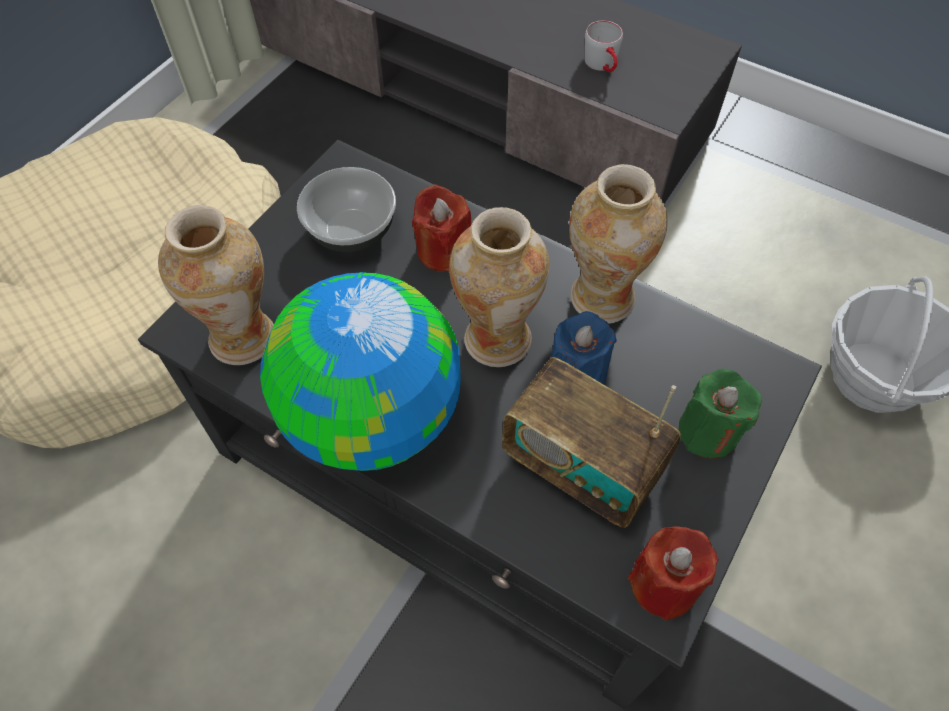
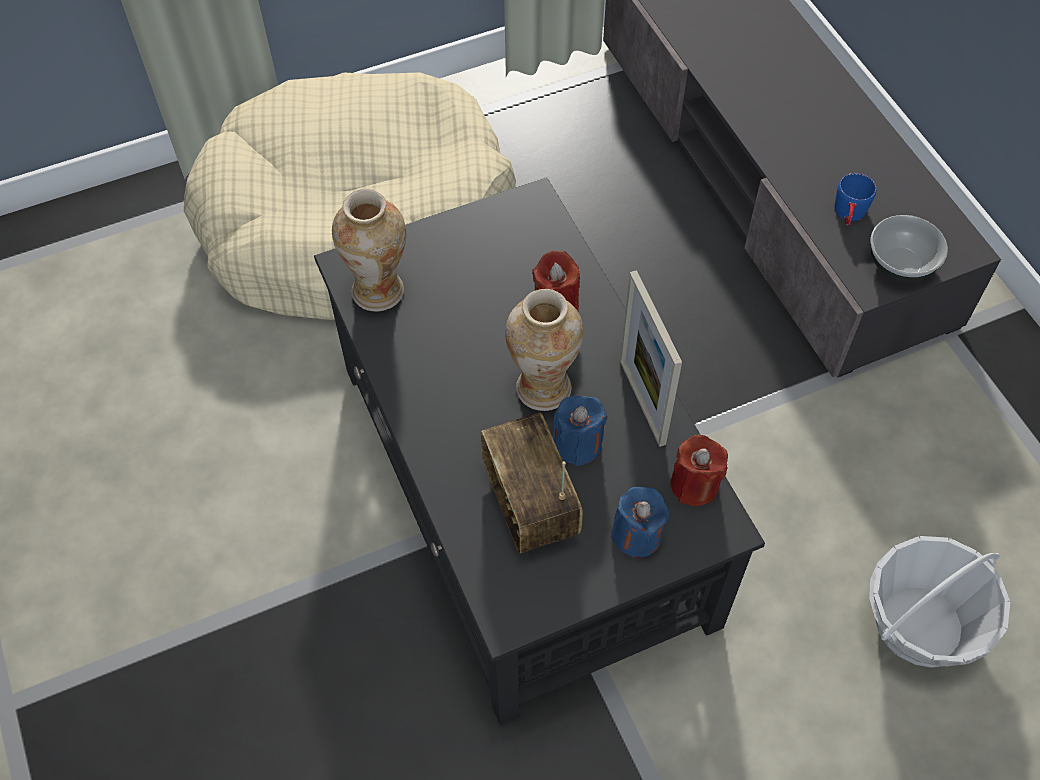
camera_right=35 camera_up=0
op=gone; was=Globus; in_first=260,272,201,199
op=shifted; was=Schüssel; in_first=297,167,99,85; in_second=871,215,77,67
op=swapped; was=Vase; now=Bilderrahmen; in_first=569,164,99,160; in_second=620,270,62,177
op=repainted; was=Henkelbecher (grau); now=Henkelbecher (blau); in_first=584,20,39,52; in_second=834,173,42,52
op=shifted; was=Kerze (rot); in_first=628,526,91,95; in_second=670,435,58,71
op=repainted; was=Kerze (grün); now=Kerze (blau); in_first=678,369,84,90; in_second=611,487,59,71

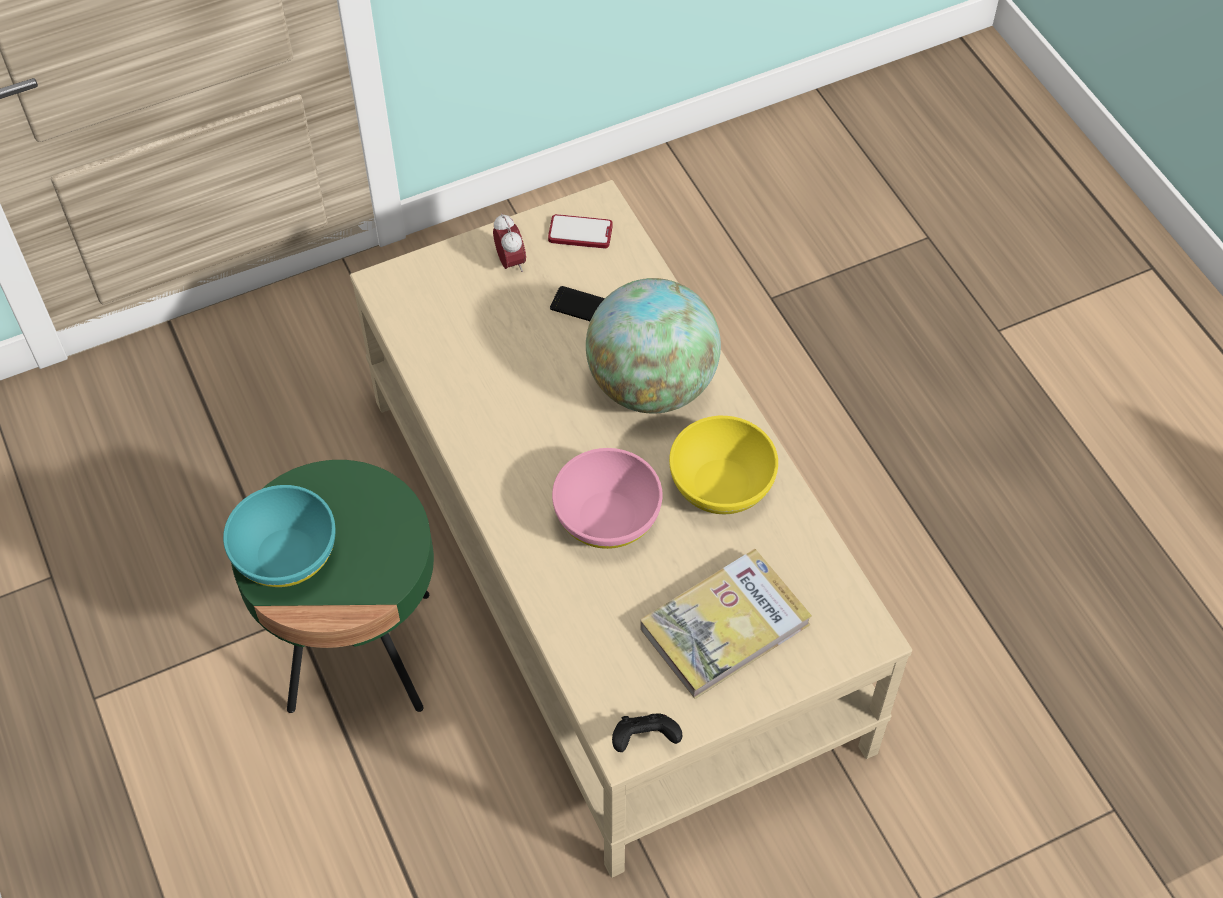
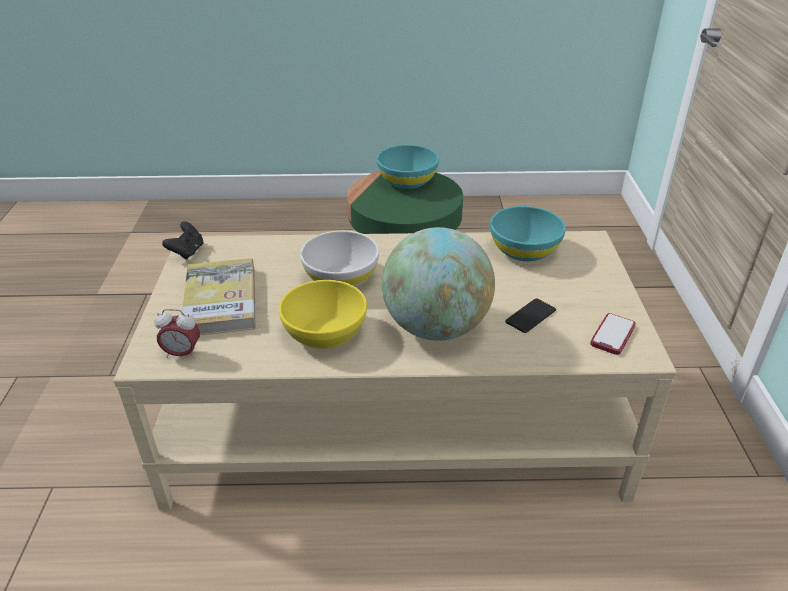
camera_right=115 camera_up=-20
op=shifted; was=Wecker; in_first=493,213,33,59; in_second=155,309,45,50
op=repainted; was=Schüssel (rosa); now=Schüssel (weiß); in_first=552,448,110,101; in_second=300,231,79,56
op=new; now=Schüssel (türkis); in_second=490,206,76,55

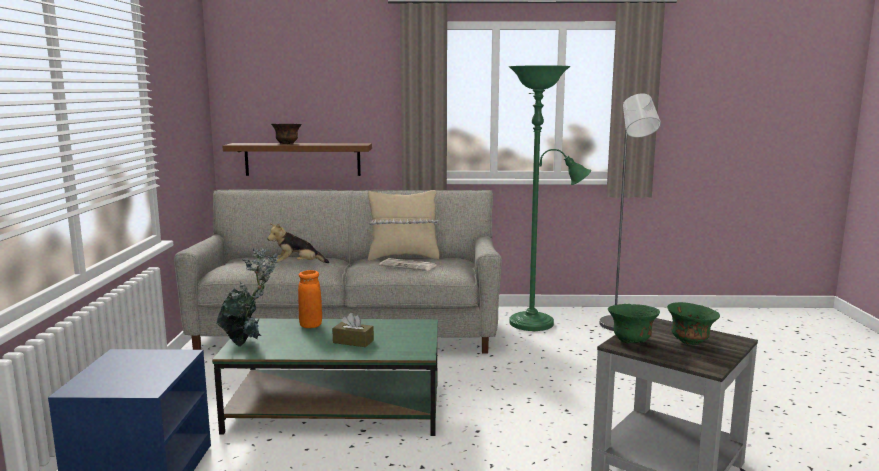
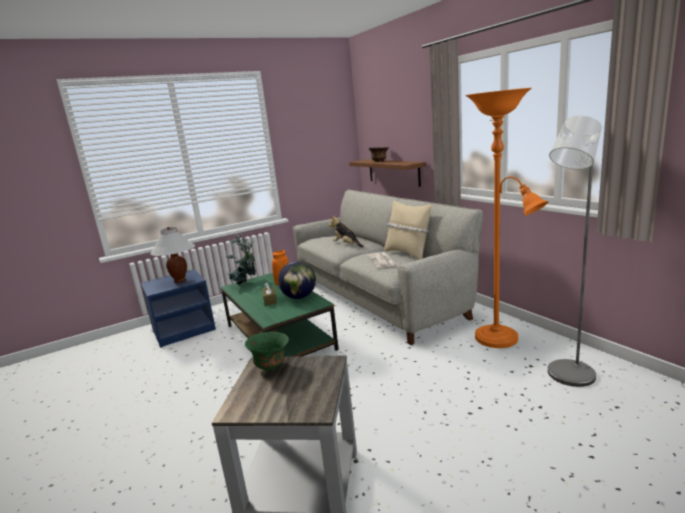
camera_right=60 camera_up=5
op=repainted; was=Stehlampe (grün); now=Stehlampe (orange); in_first=509,65,82,266; in_second=465,88,83,260
op=gone; was=Schüssel (grün); in_first=667,302,53,43
op=new; now=Tischlampe (weiß); in_second=150,227,45,56
op=new; now=Globus; in_second=278,261,38,38

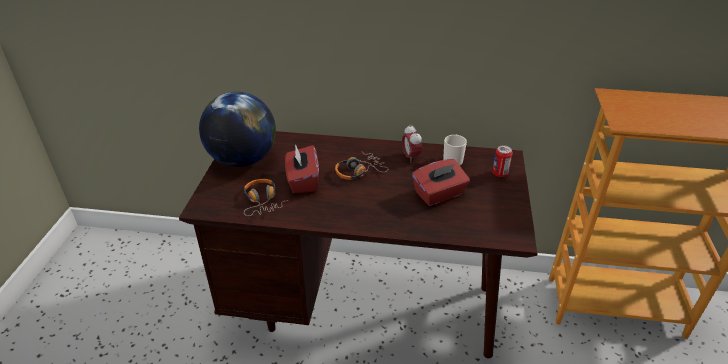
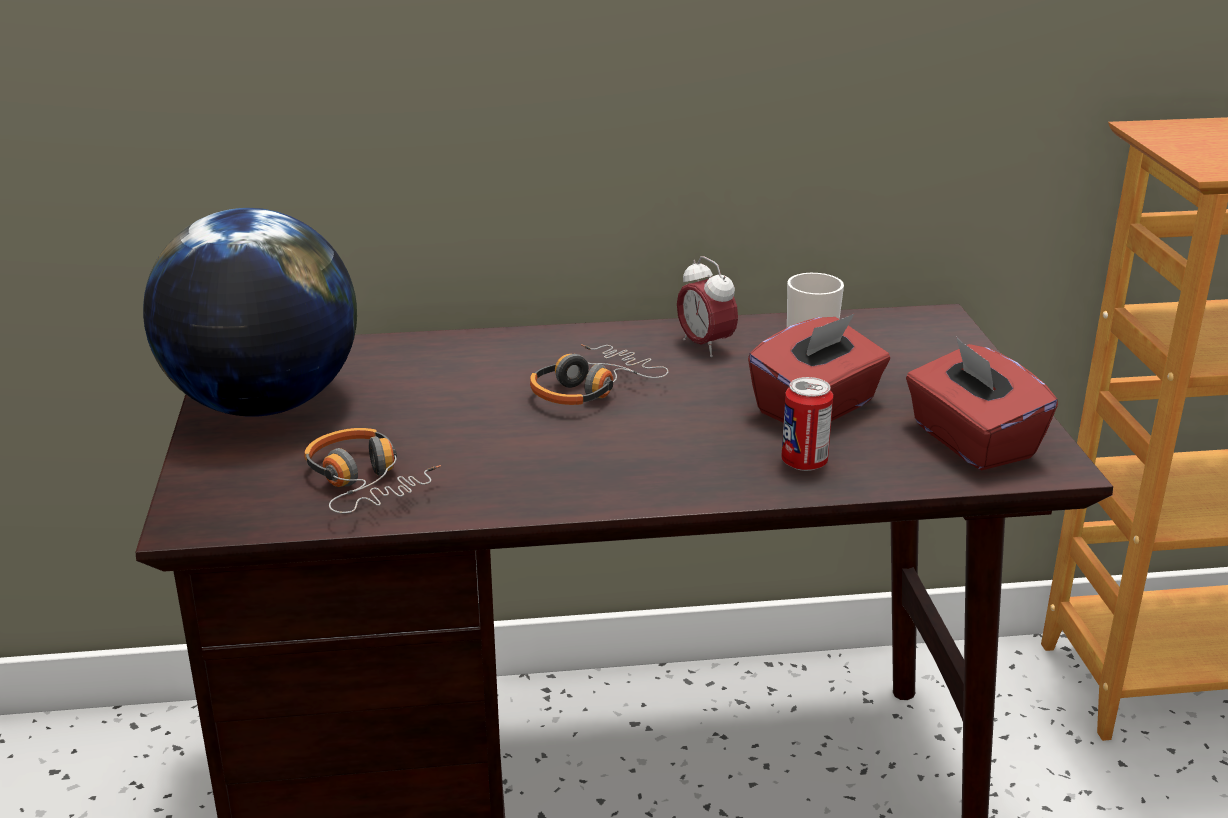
camera_right=-15 camera_up=-10
op=shifted; was=Taschentuchbox (rot); in_first=285,144,34,49; in_second=906,337,152,133
op=shifted; was=Dose; in_first=492,145,21,32; in_second=781,377,52,94

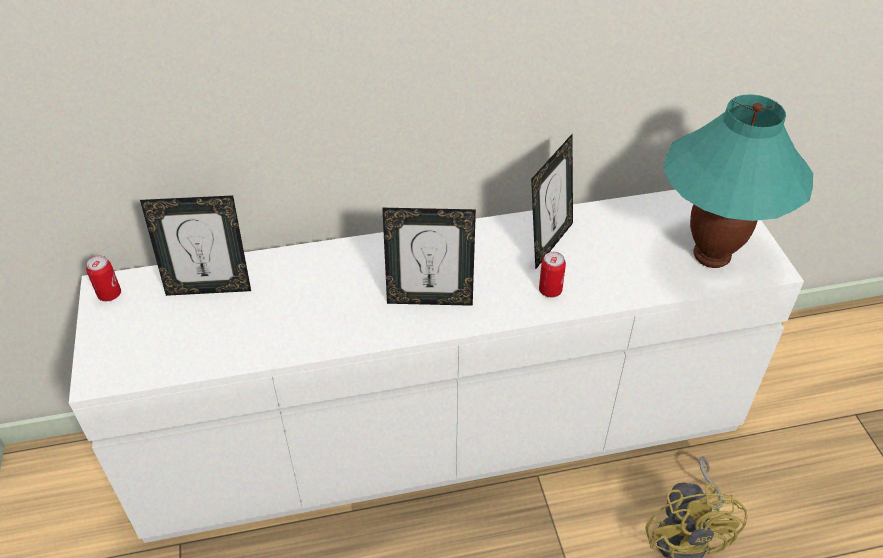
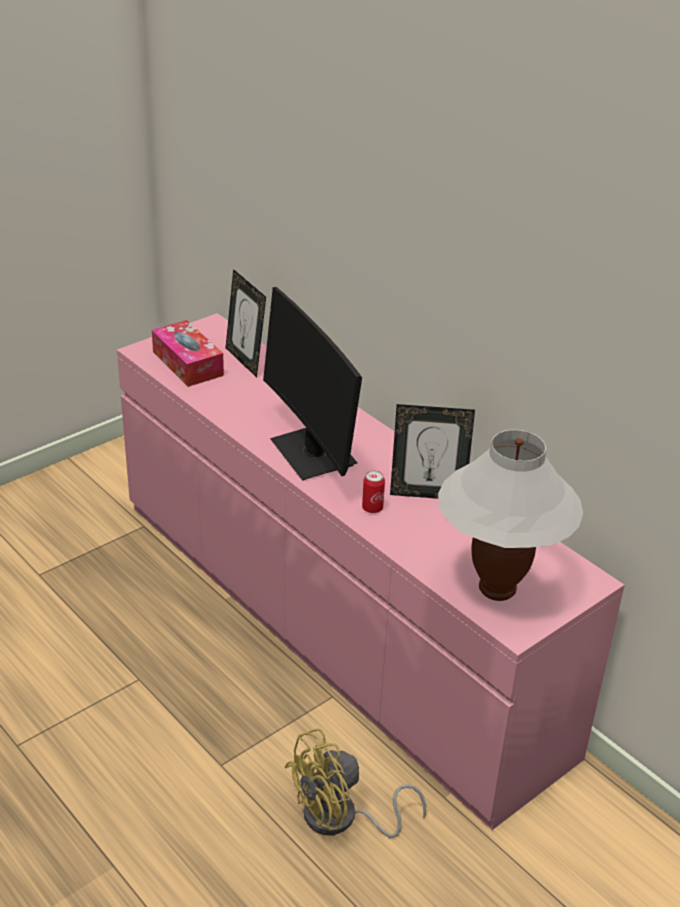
camera_right=60 camera_up=-10
op=repainted; was=Kommode (weiß); now=Kommode (rosa); in_first=69,190,735,353; in_second=117,313,507,517
op=gone; was=Dose; in_first=86,256,35,45
op=swapped; was=Bilderrahmen; now=Monitor; in_first=382,208,94,98; in_second=263,287,99,194
op=repainted; was=Tischlampe (türkis); now=Tischlampe (weiß); in_first=663,94,150,174; in_second=438,430,145,171
op=new; now=Taschentuchbox; in_second=152,320,72,67

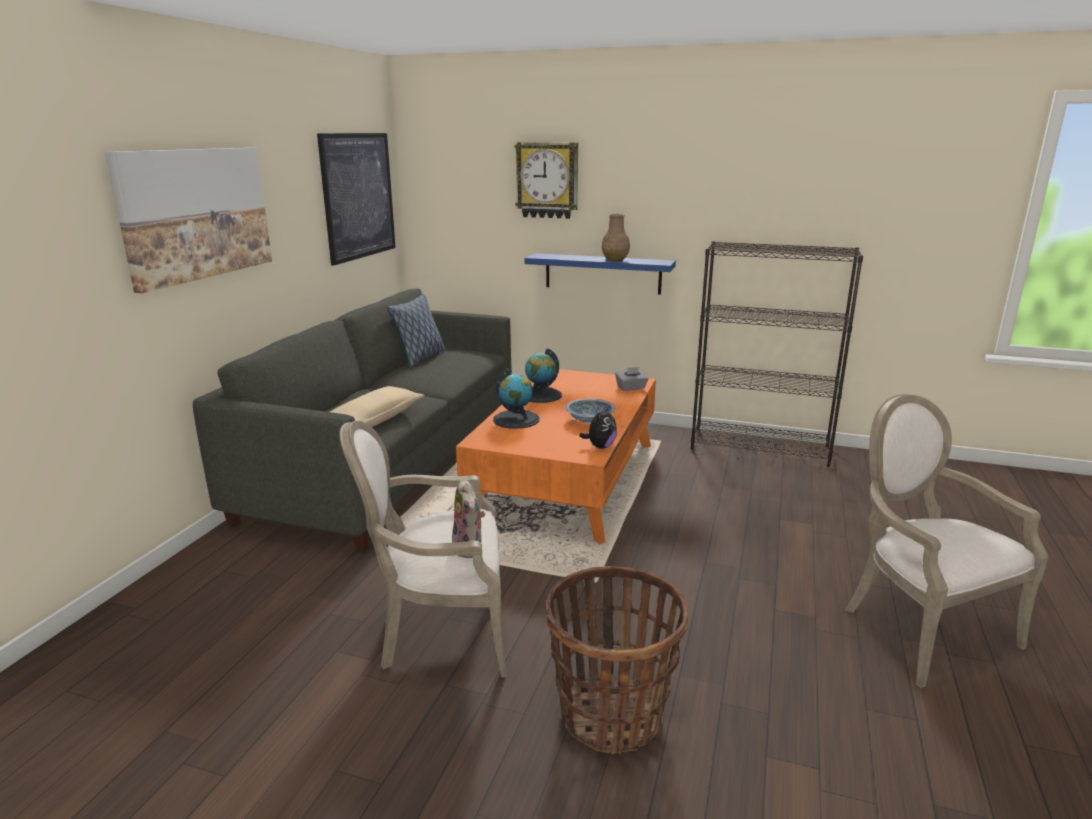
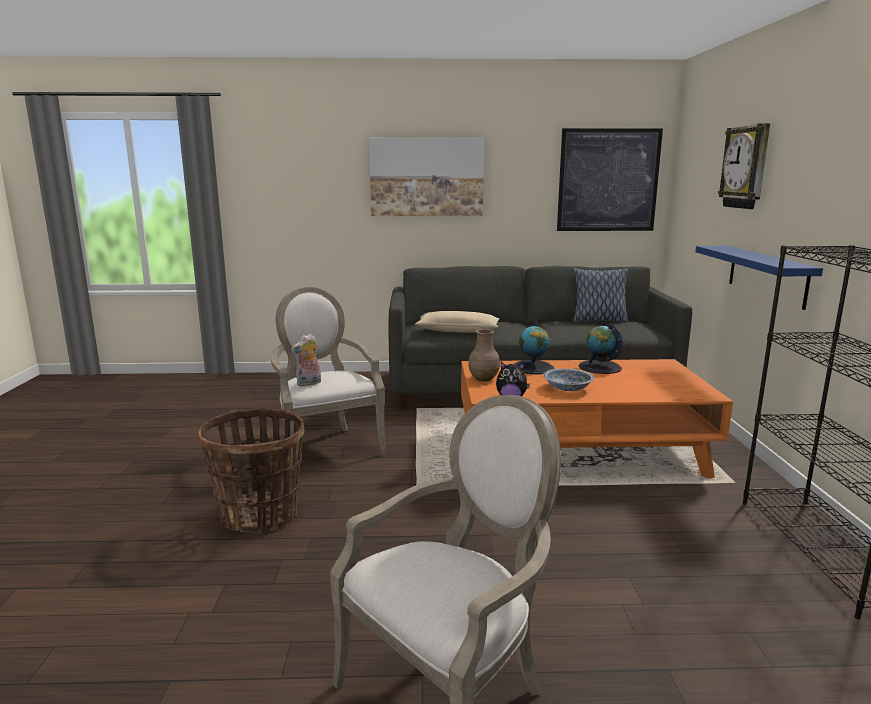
camera_right=70 camera_up=-5
op=shifted; was=Vase (braun); in_first=602,214,28,48; in_second=468,329,32,52
op=gone; was=Taschentuchbox (grau); in_first=615,367,34,24

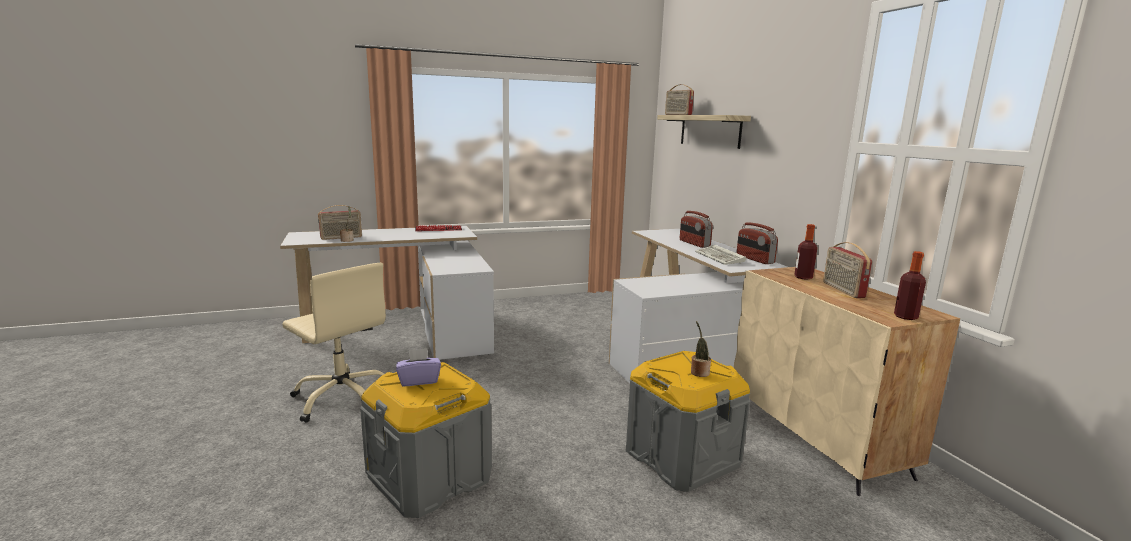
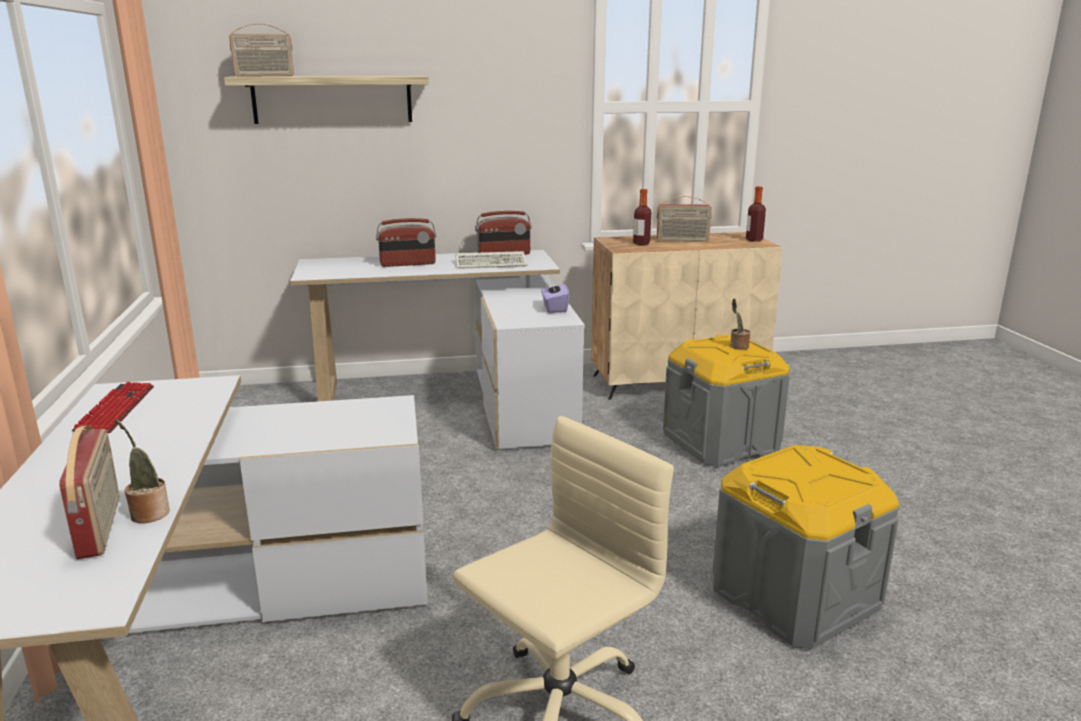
camera_right=-80 camera_up=5
op=shifted; was=Taschentuchbox (lila); in_first=396,348,45,38; in_second=541,280,28,33

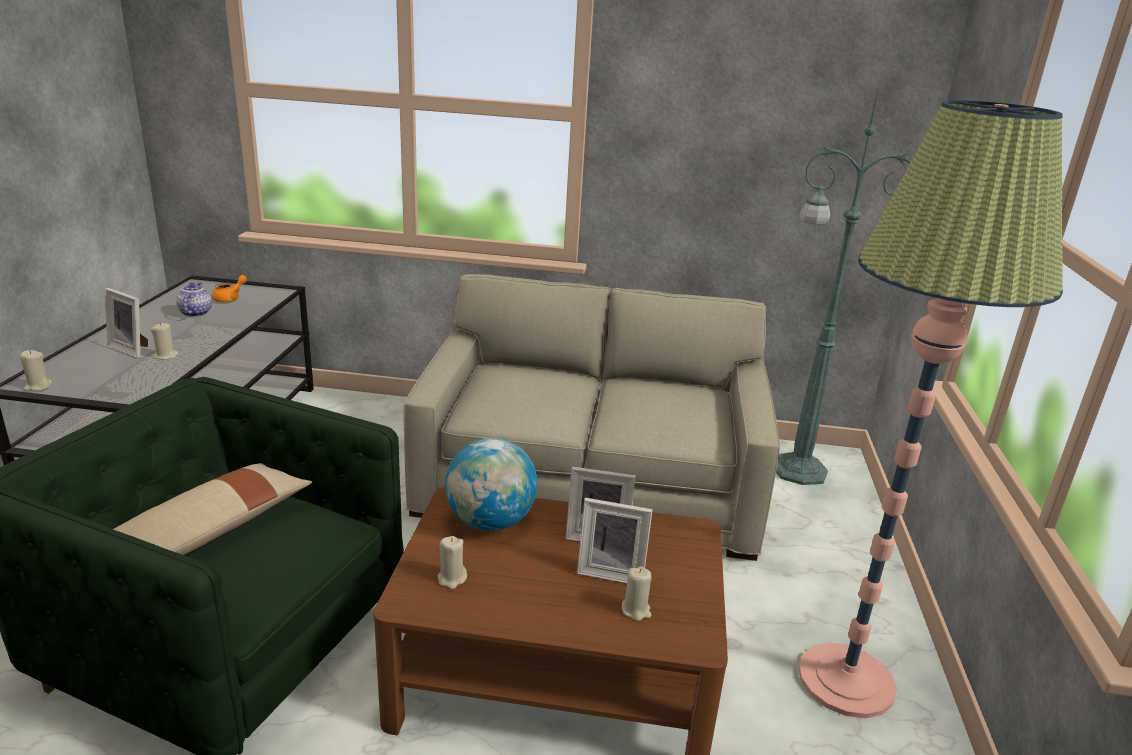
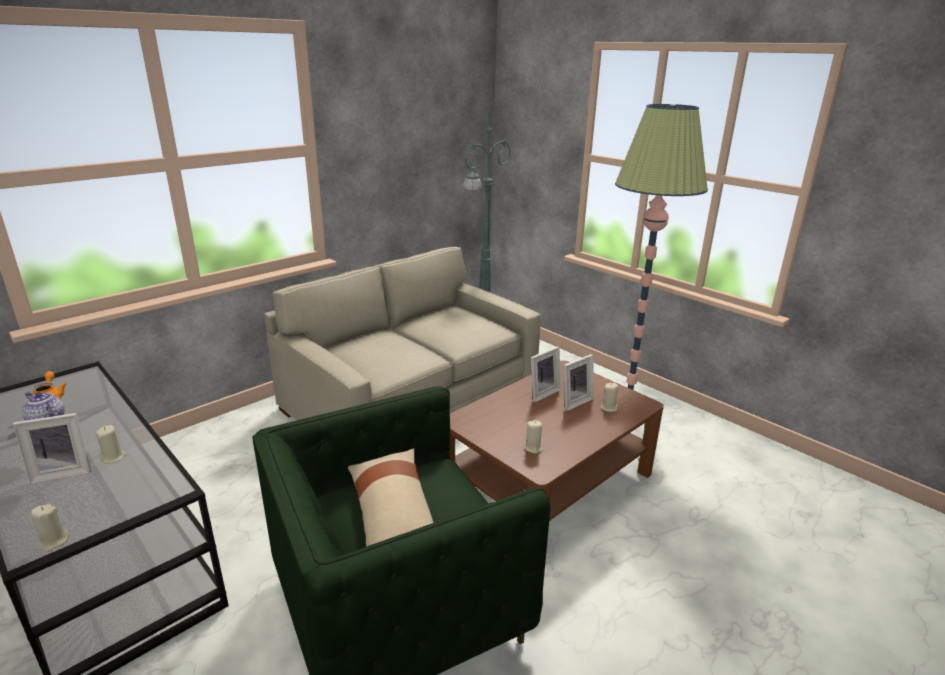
camera_right=-50 camera_up=0
op=gone; was=Globus; in_first=445,438,93,93

